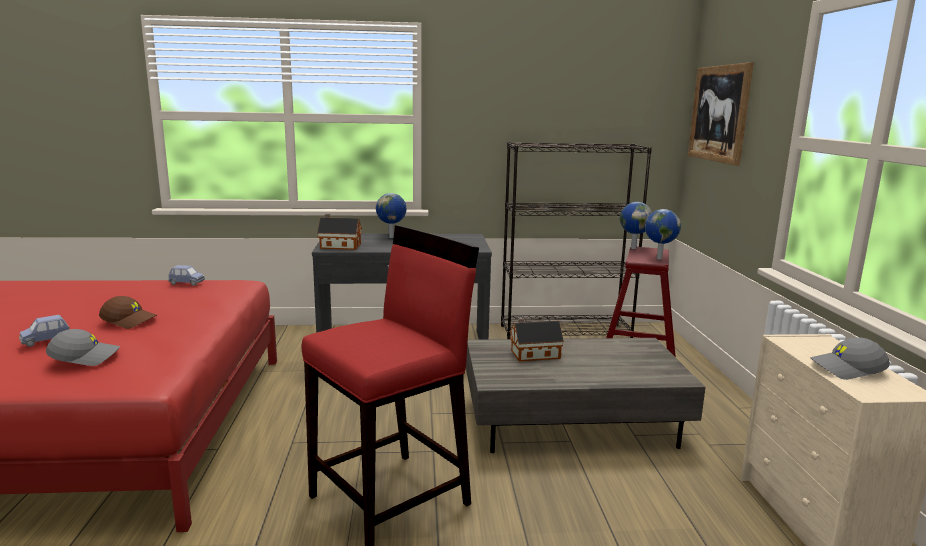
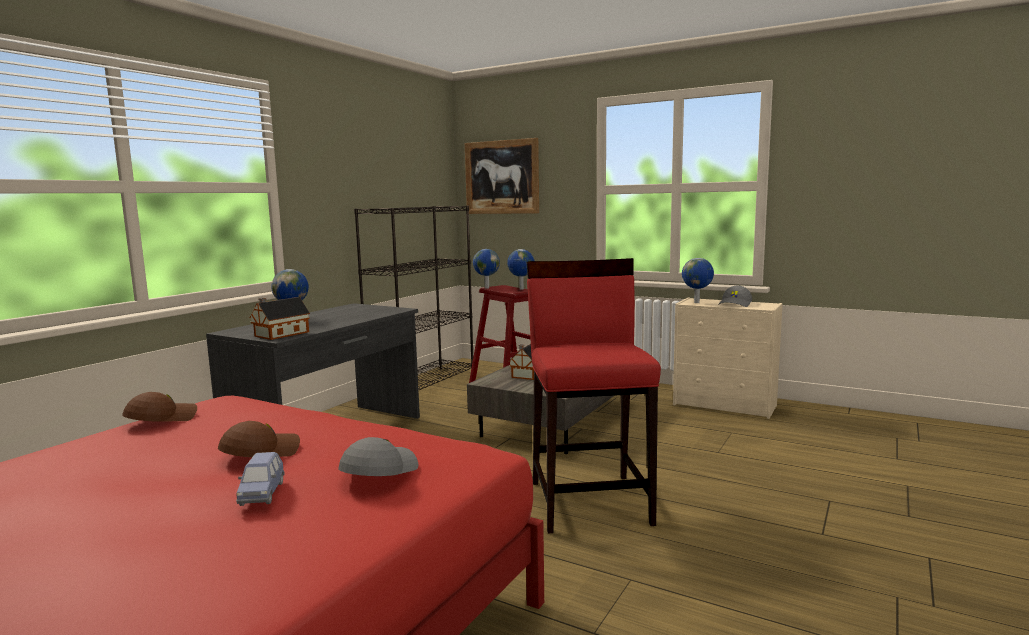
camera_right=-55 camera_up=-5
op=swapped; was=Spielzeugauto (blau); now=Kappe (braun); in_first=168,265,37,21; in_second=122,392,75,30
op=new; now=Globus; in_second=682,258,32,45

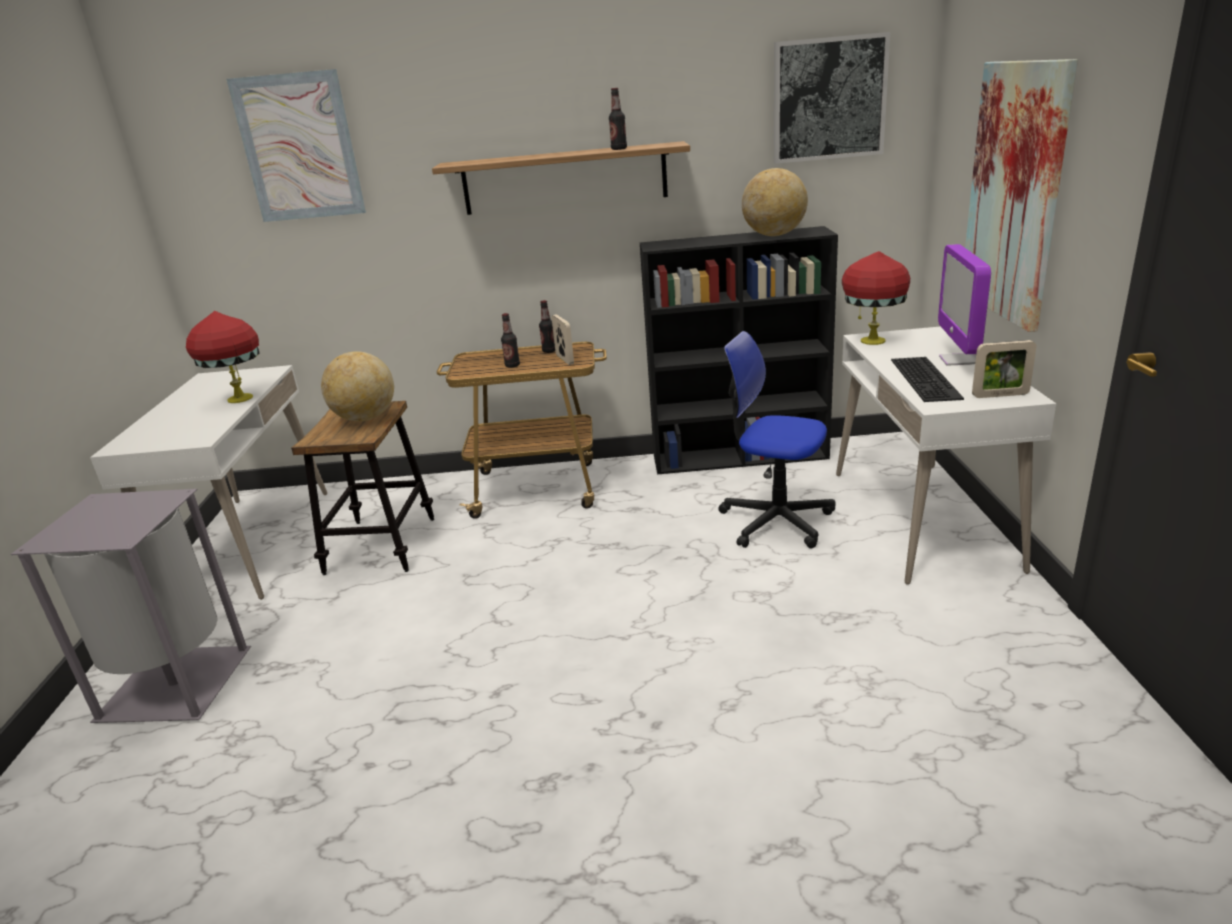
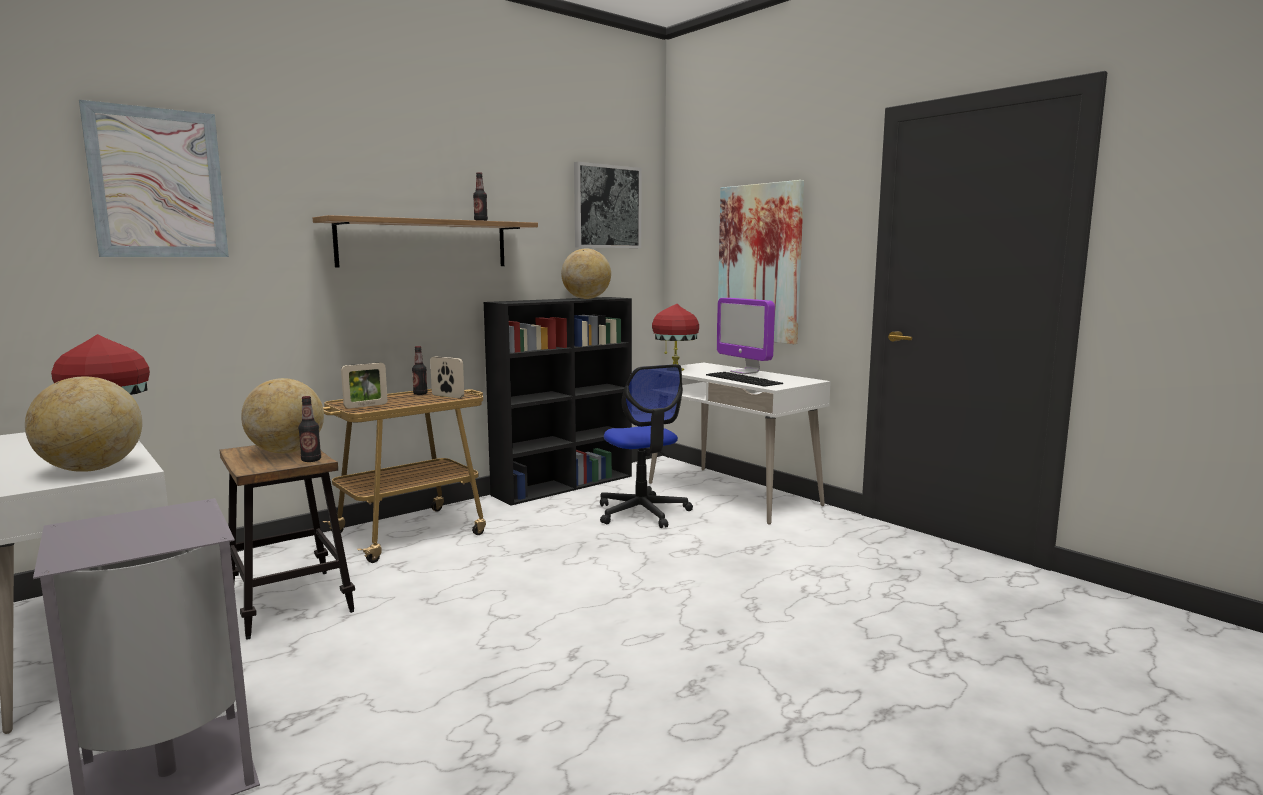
camera_right=-40 camera_up=-15
op=shifted; was=Flasche; in_first=501,313,19,55; in_second=298,396,23,66
op=rotated; was=Bürostuhl; in_first=718,331,118,217; in_second=600,364,93,164; clockwise=-105
op=shifted; was=Bilderrahmen; in_first=972,340,65,58; in_second=341,362,47,47
op=new; now=Globus; in_second=25,376,117,96

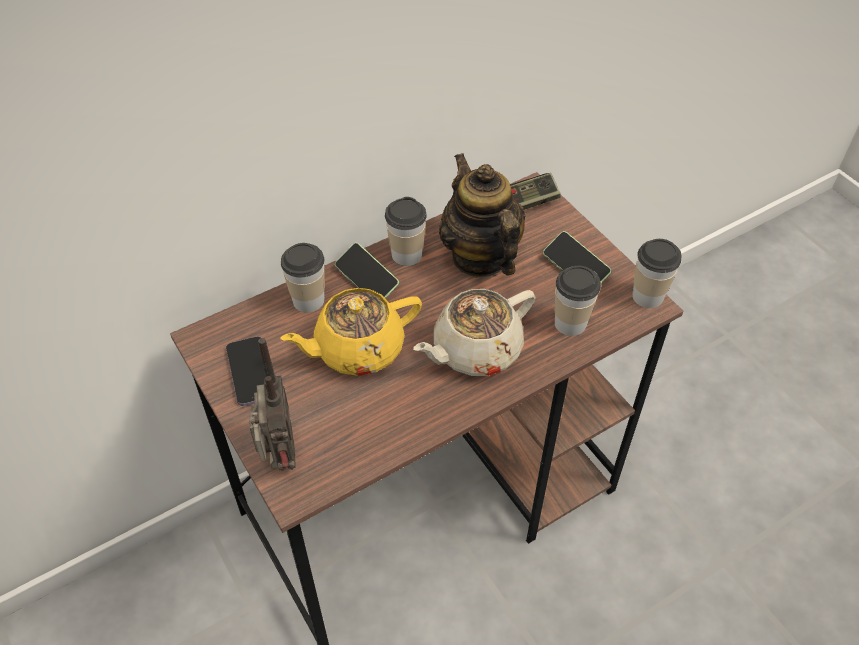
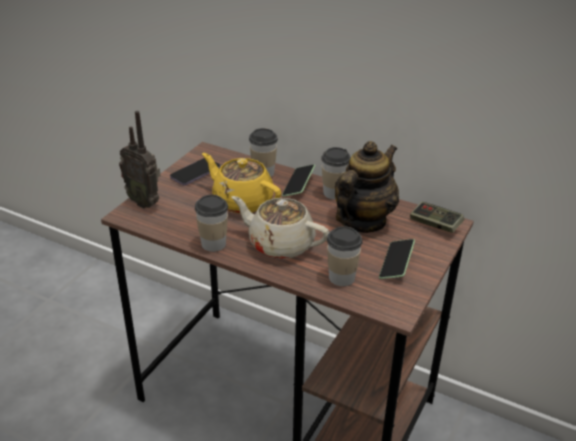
camera_right=60 camera_up=-15
op=rotated; was=Radio; in_first=249,338,47,133; in_second=119,111,42,97; clockwise=75
op=shifted; was=Tasse; in_first=632,239,50,69; in_second=195,195,33,57

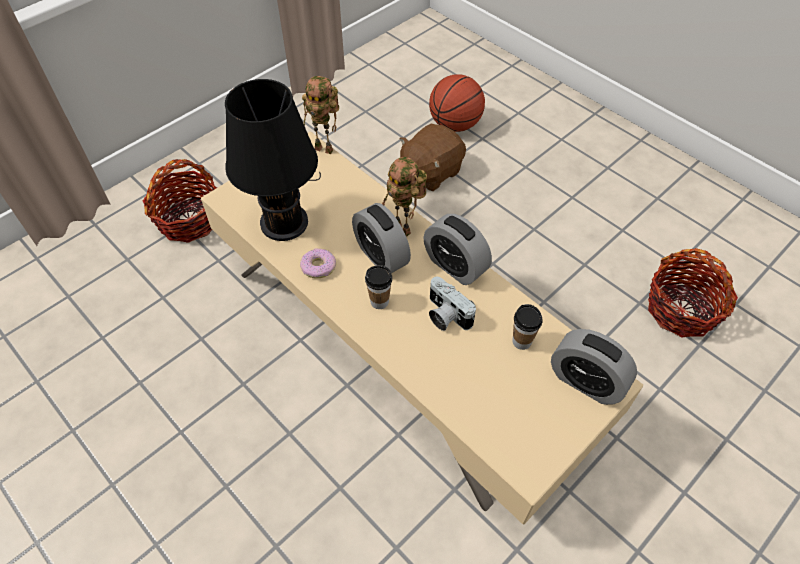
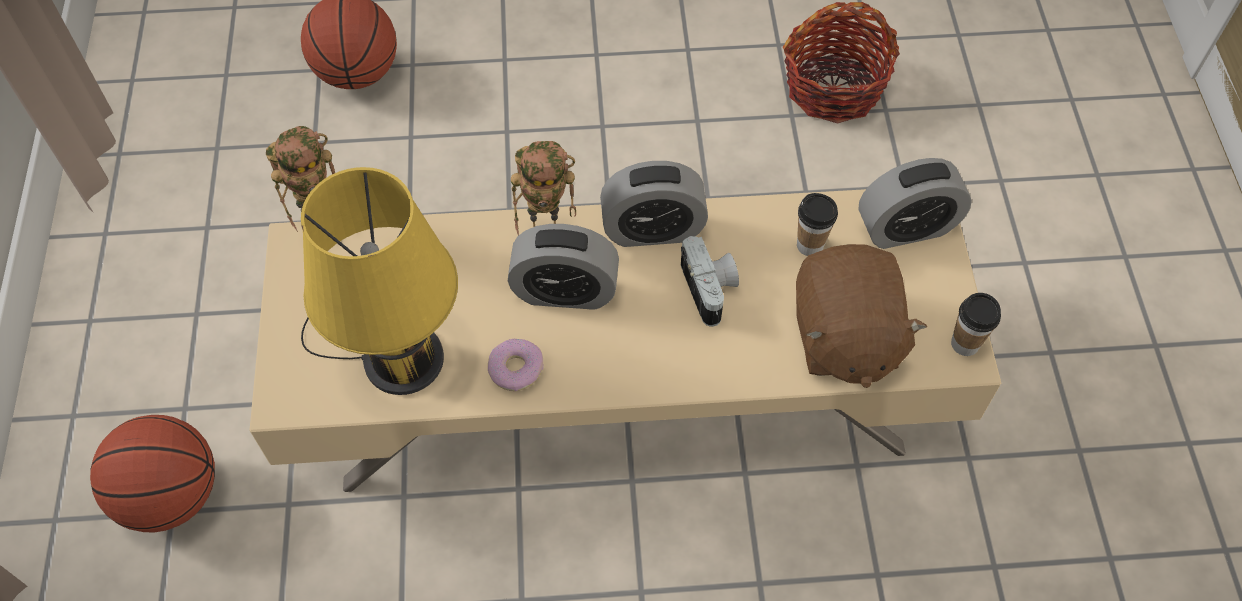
camera_right=-50 camera_up=5
op=swapped; was=Korb; now=Basketball; in_first=143,159,74,84; in_second=90,415,125,117
op=repainted; was=Tischlampe (schwarz); now=Tischlampe (gelb); in_first=225,79,96,162; in_second=301,167,157,228
op=shifted; was=Tasse; in_first=365,265,27,44; in_second=951,293,50,63
op=shifted; was=Plüschtier (braun); in_first=399,124,67,67; in_second=796,244,132,144
op=rotated; was=Kamera; in_first=429,277,47,54; in_second=681,236,58,91; clockwise=-105

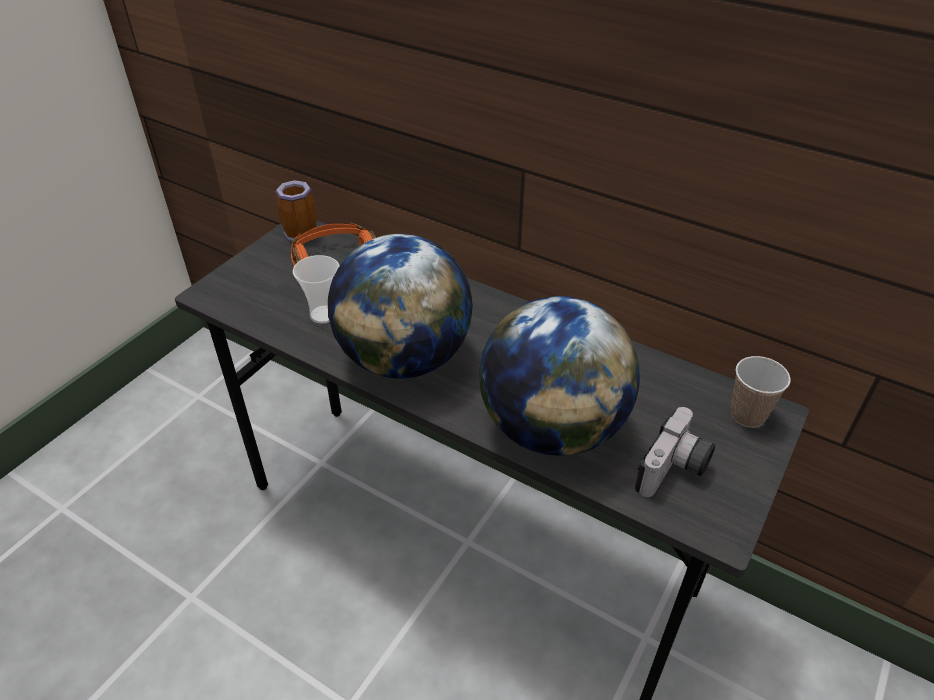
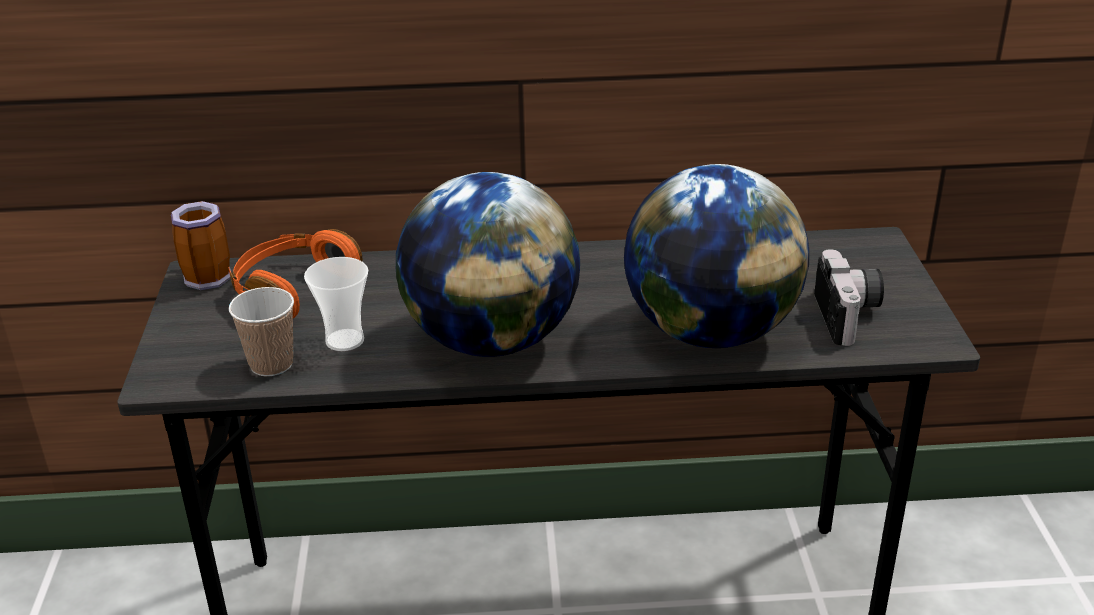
camera_right=-35 camera_up=-10
op=shifted; was=Tasse; in_first=731,356,60,72; in_second=229,287,65,90

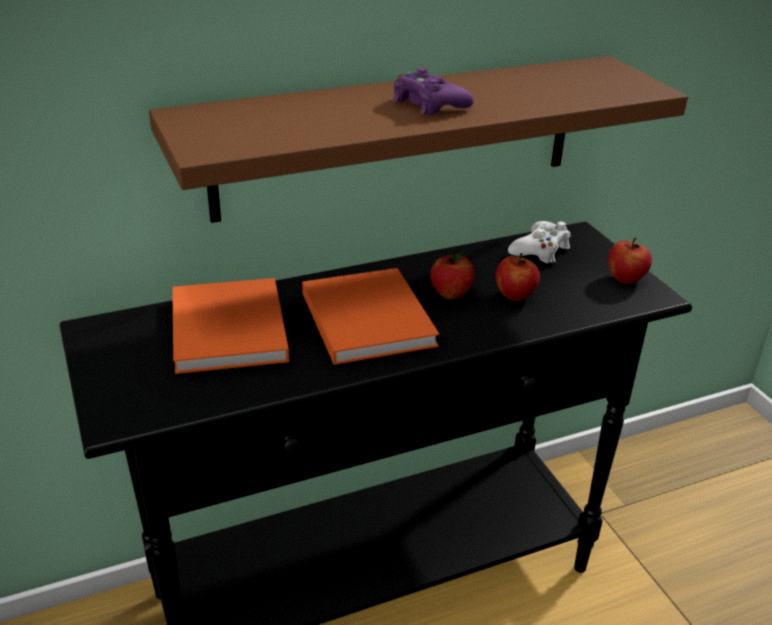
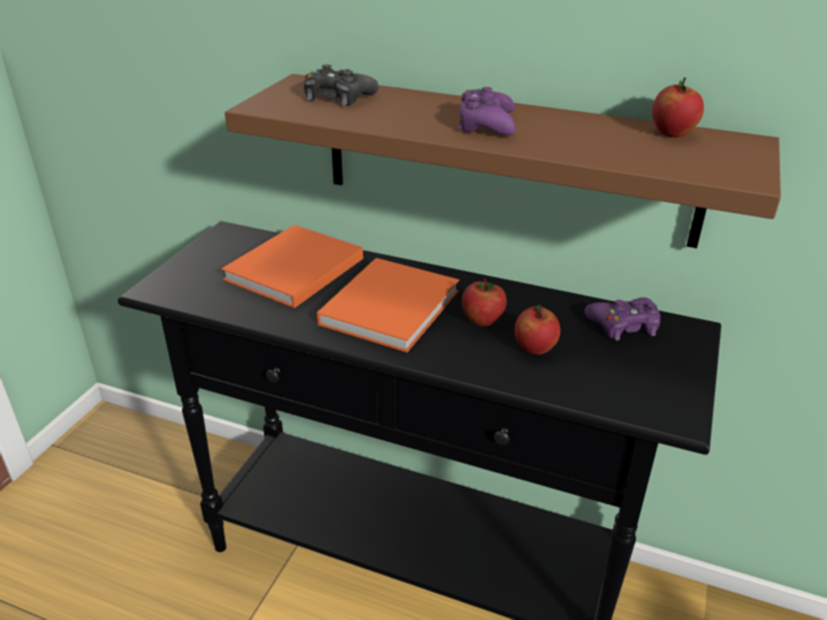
camera_right=45 camera_up=0
op=repainted; was=Gamepad (weiß); now=Gamepad (lila); in_first=508,221,63,42; in_second=584,297,76,43
op=shifted; was=Apfel; in_first=608,237,44,47; in_second=652,77,52,60
op=new; now=Gamepad (schwarz); in_second=304,65,75,41

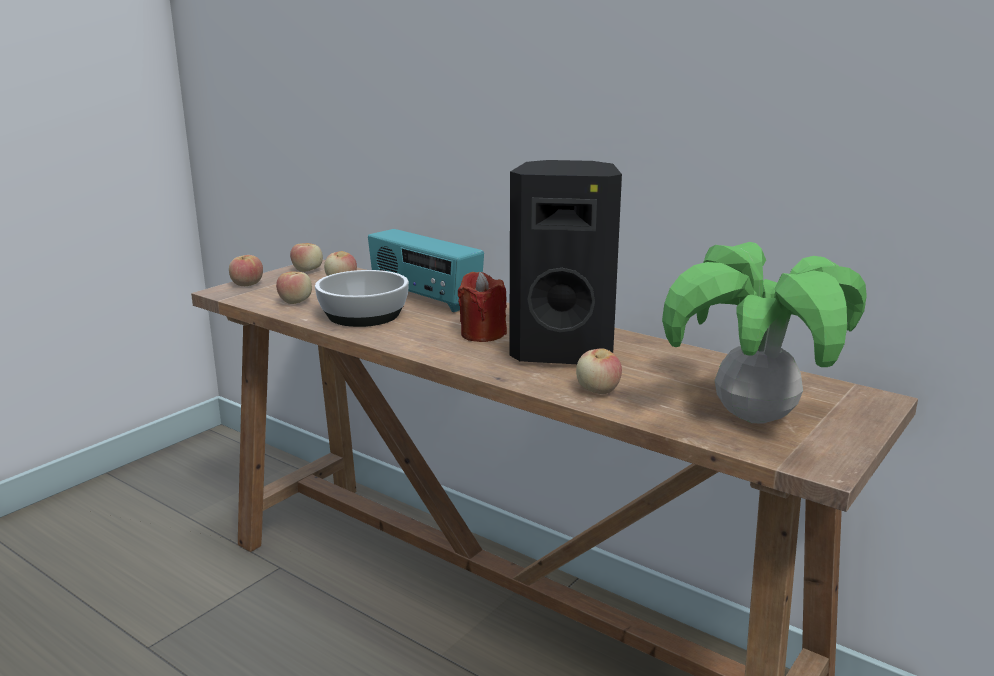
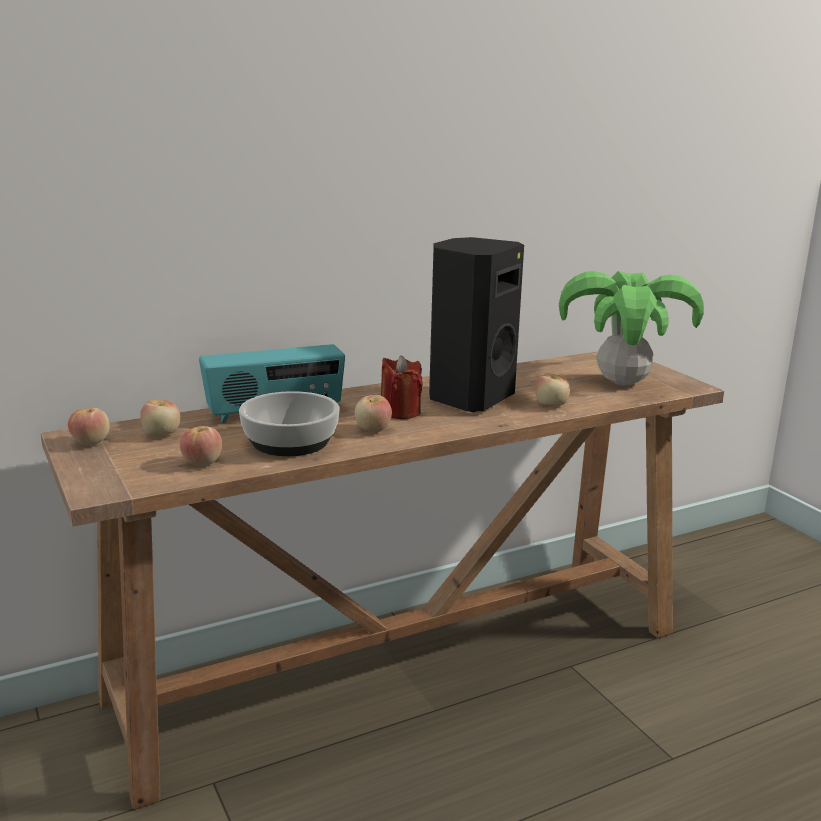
camera_right=-65 camera_up=0
op=shifted; was=Apfel; in_first=229,255,34,31; in_second=355,395,37,37

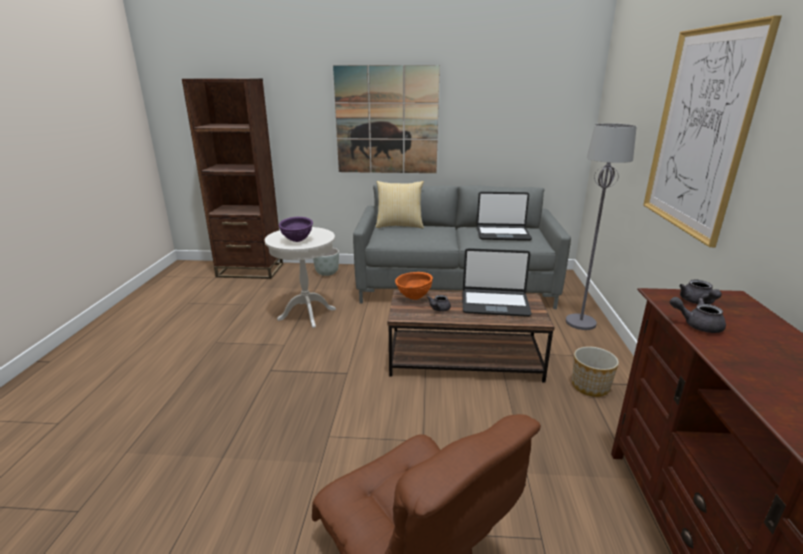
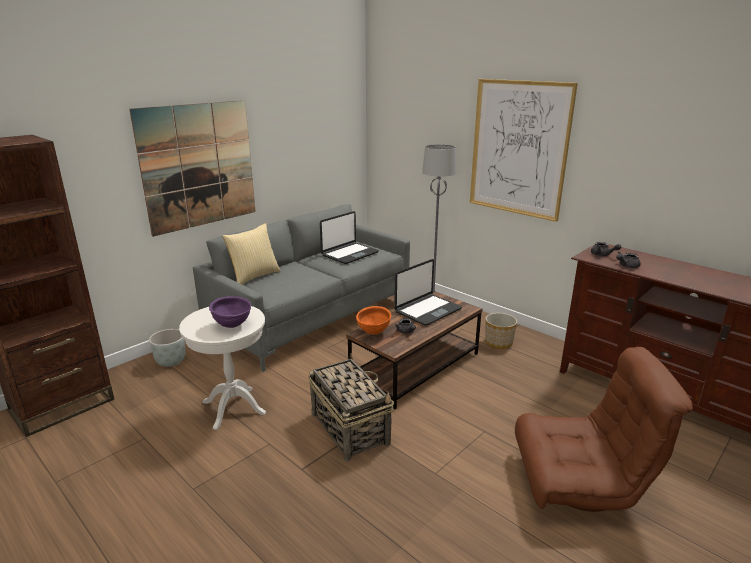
camera_right=-50 camera_up=0
op=new; now=Korb; in_second=309,353,85,109

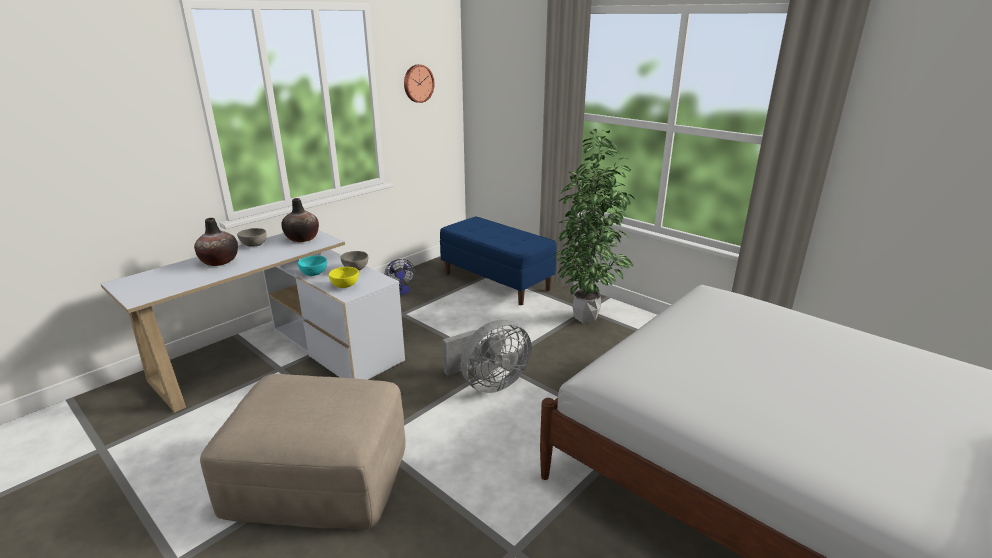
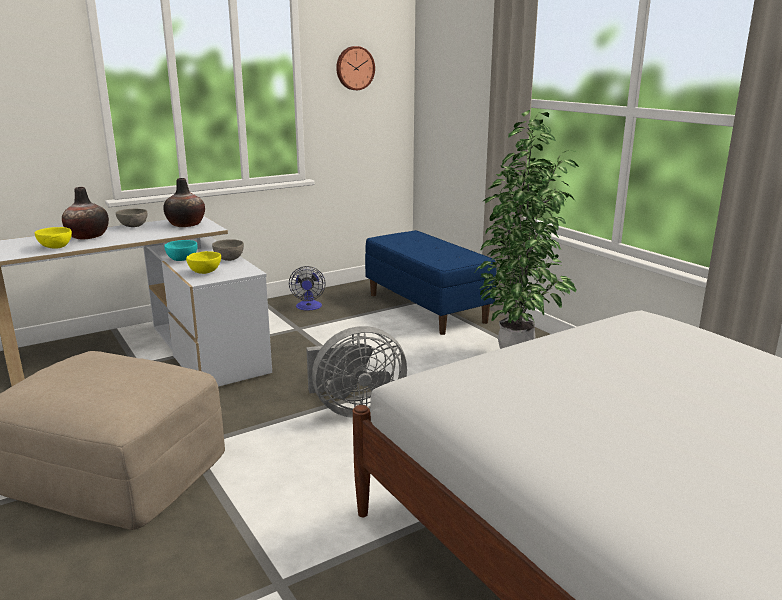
camera_right=15 camera_up=-5
op=new; now=Schüssel (gelb); in_second=35,227,37,22

